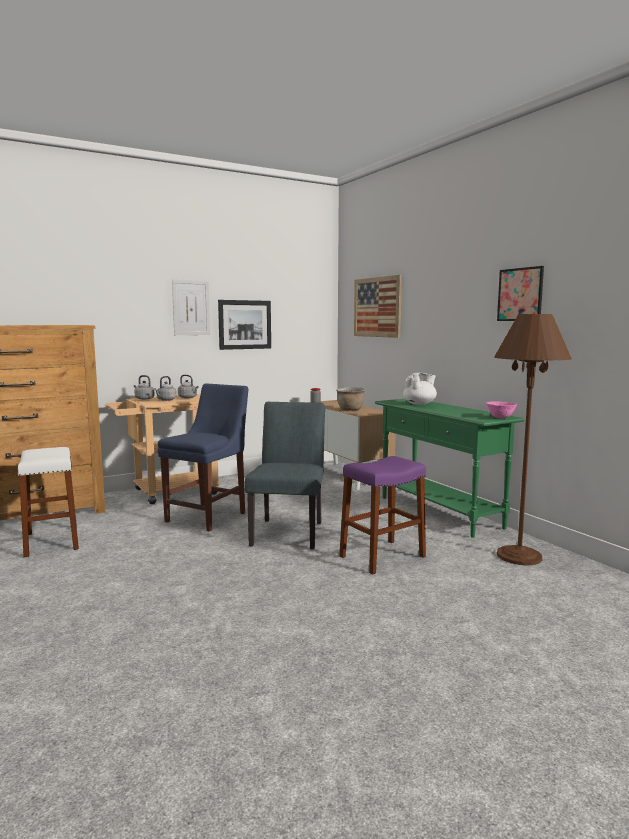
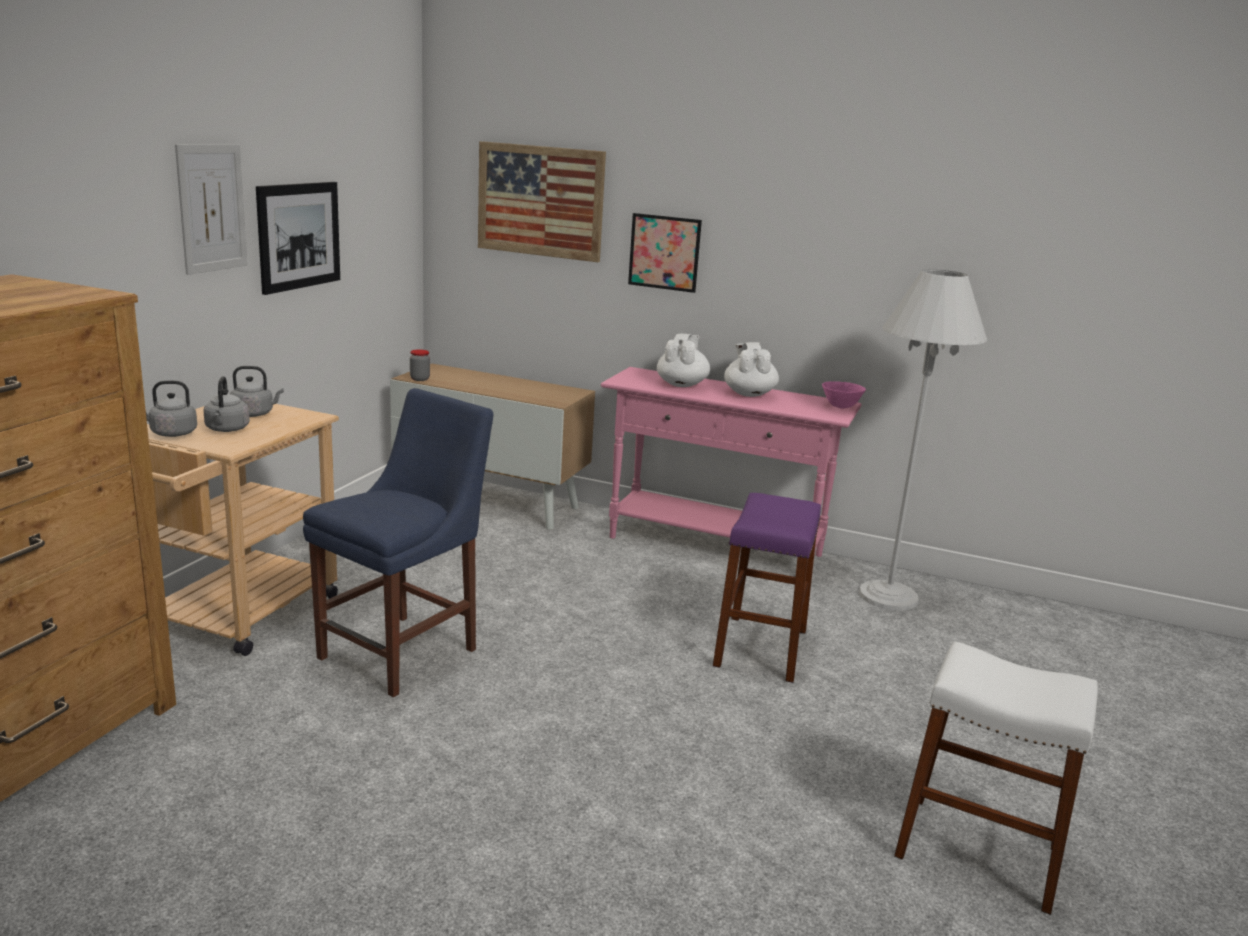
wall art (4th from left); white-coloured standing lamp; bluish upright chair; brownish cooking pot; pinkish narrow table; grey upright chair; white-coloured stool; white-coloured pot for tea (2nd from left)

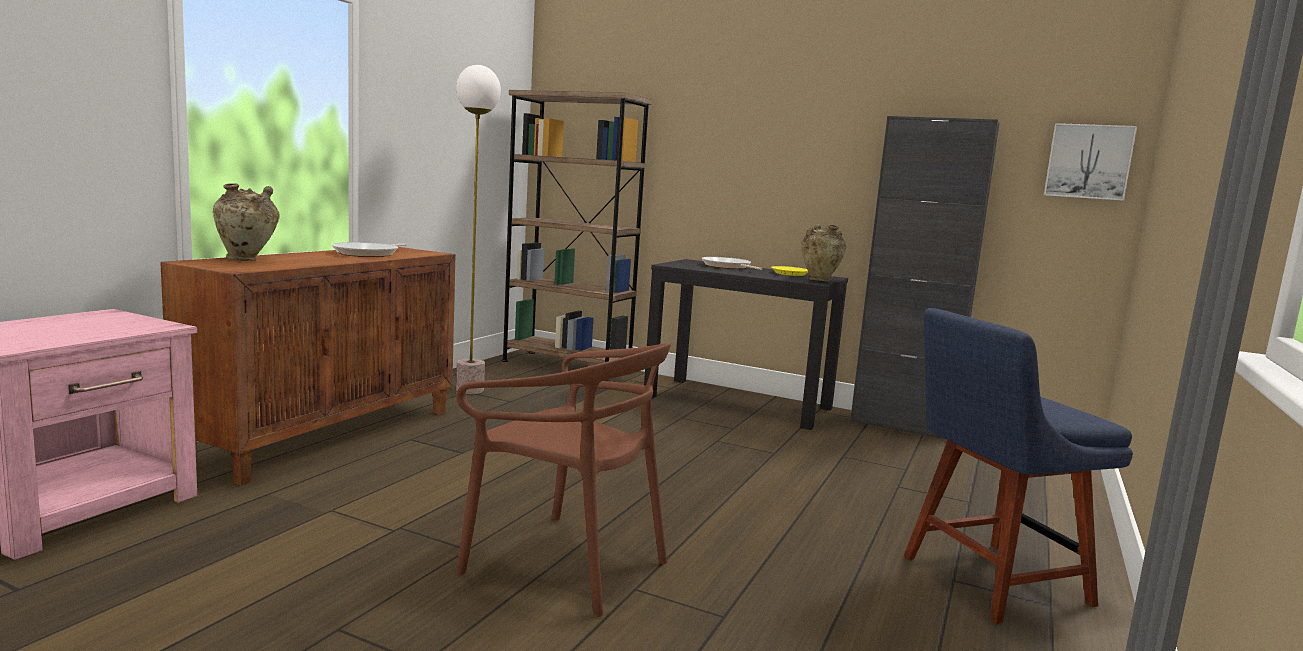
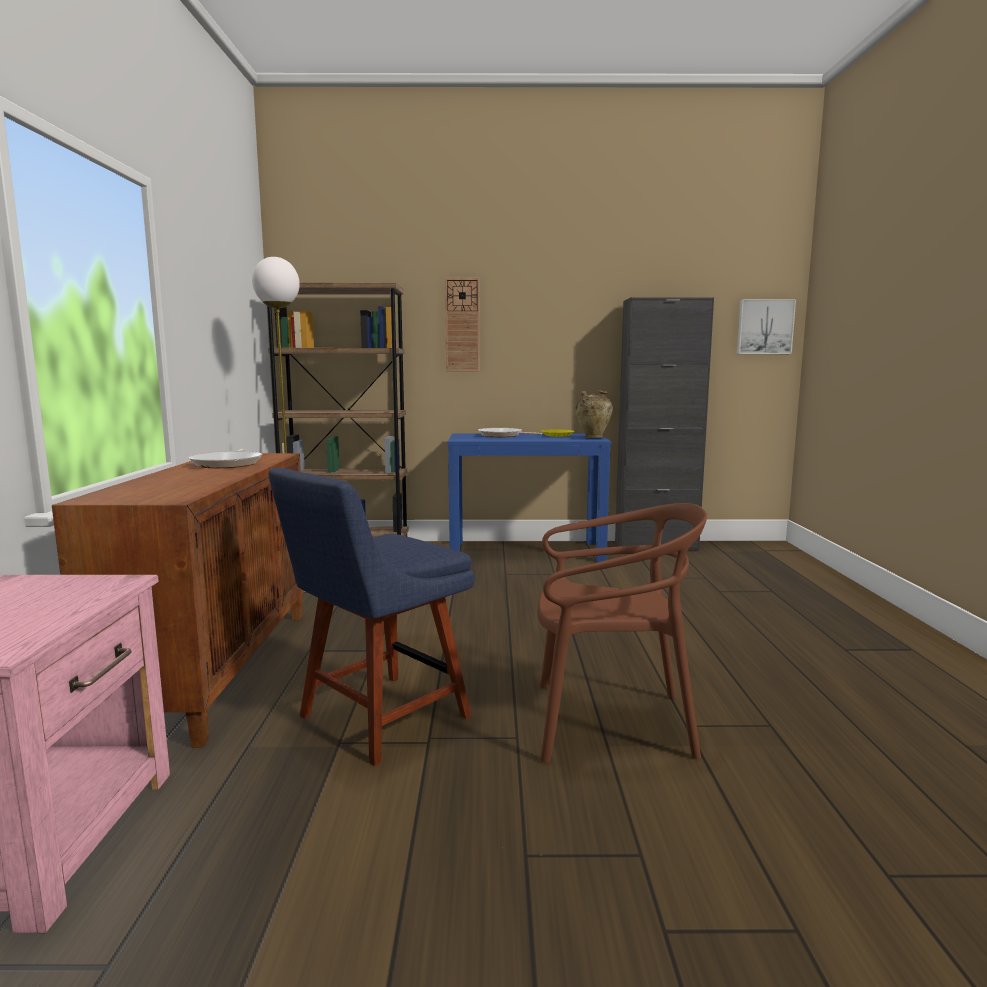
beige-coloured vase (1st from left in the first image); bluish narrow table; bluish upright chair; hanging clock

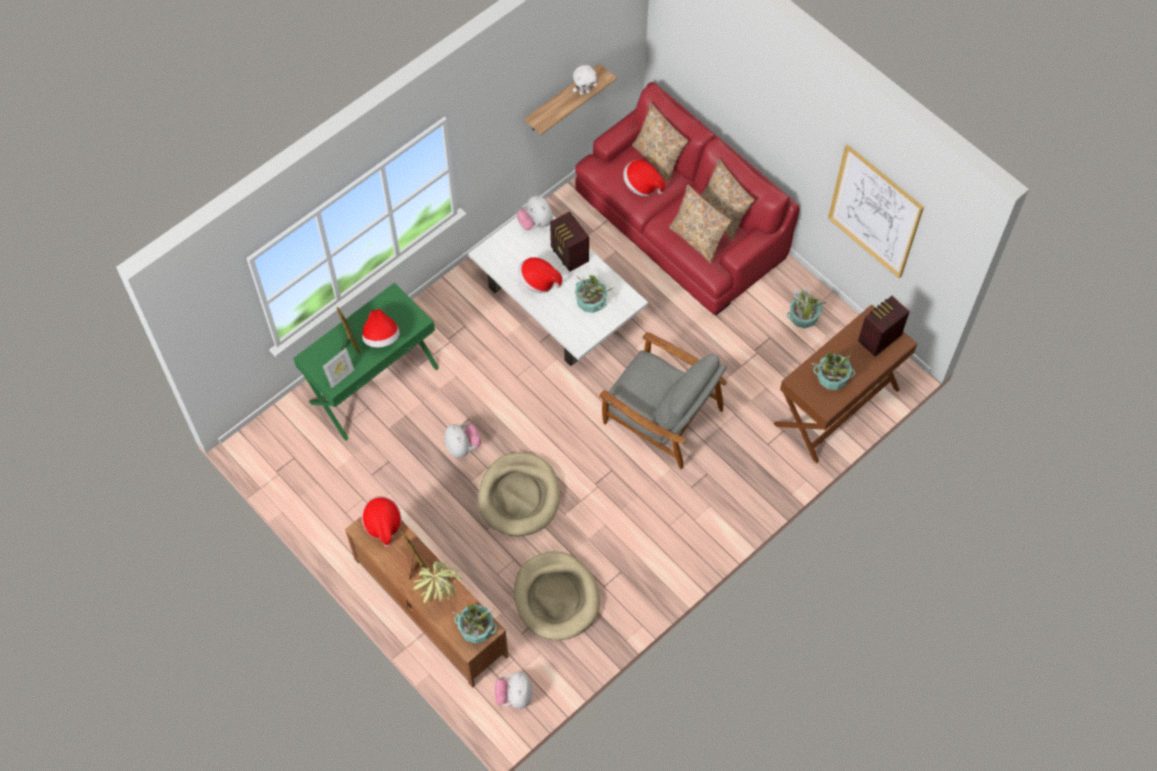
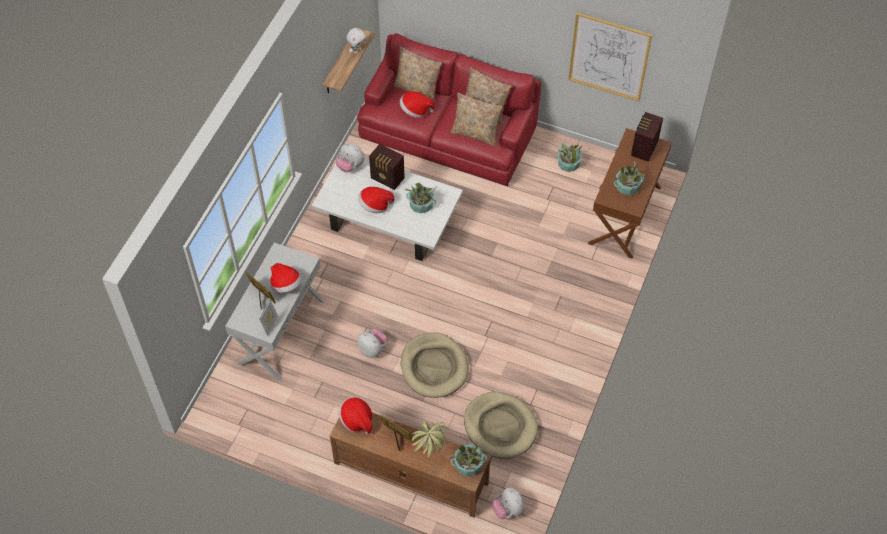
white-coloured narrow table; grey easy chair

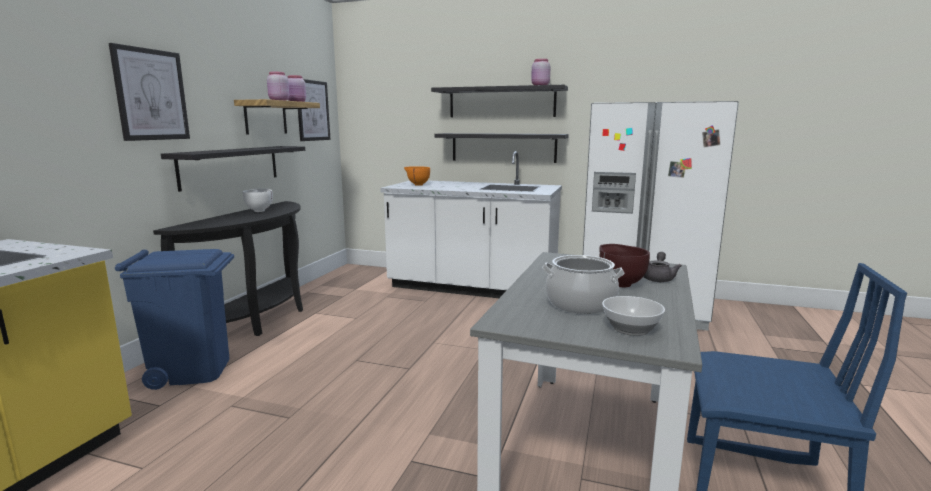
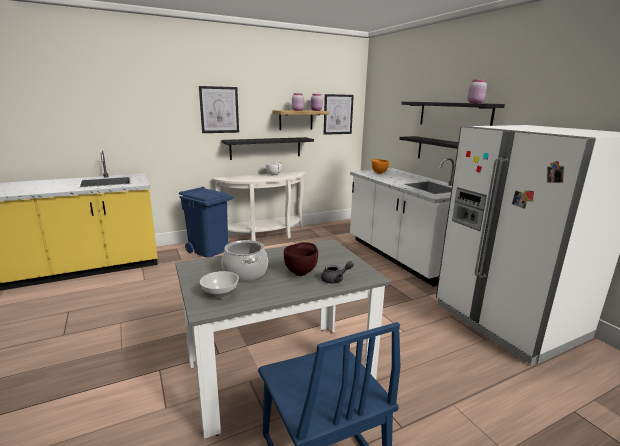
white-coloured narrow table

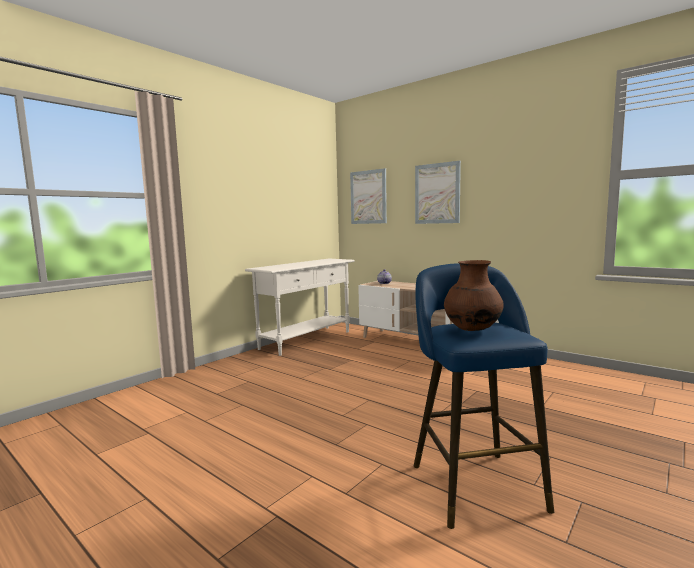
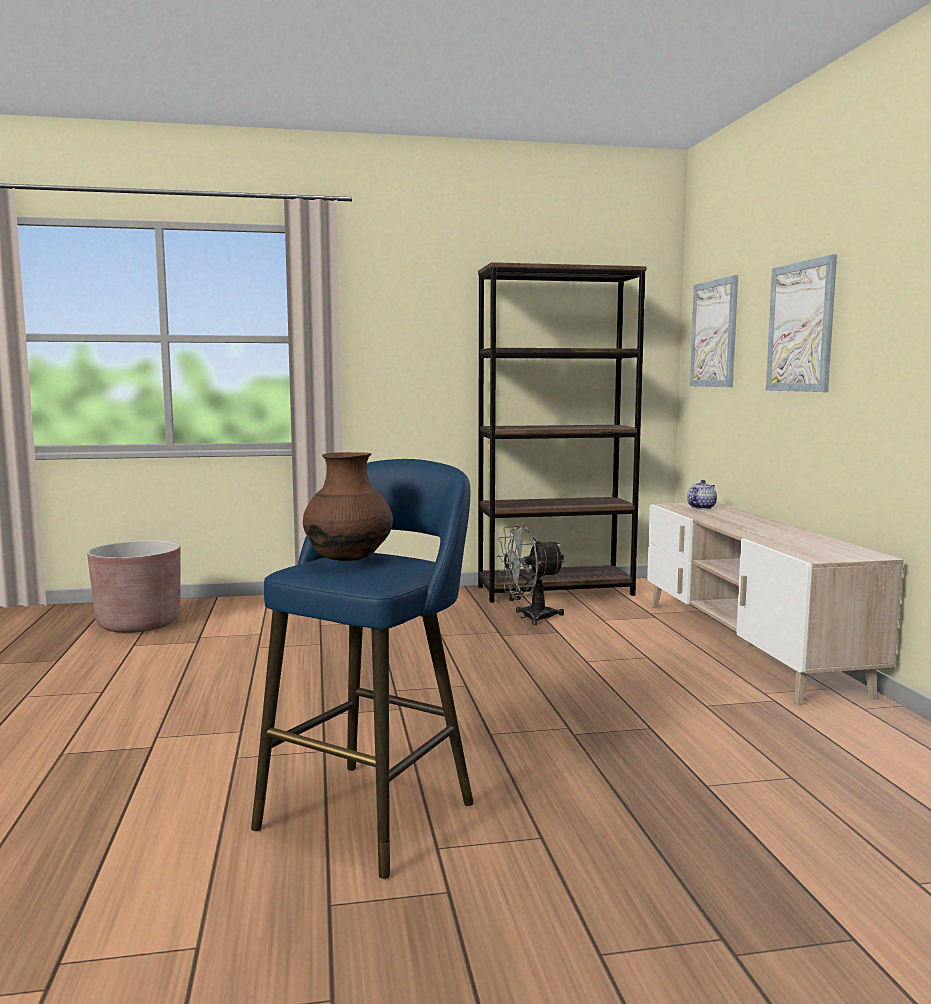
brownish shelving unit; grey cooling fan; brownish plant pot

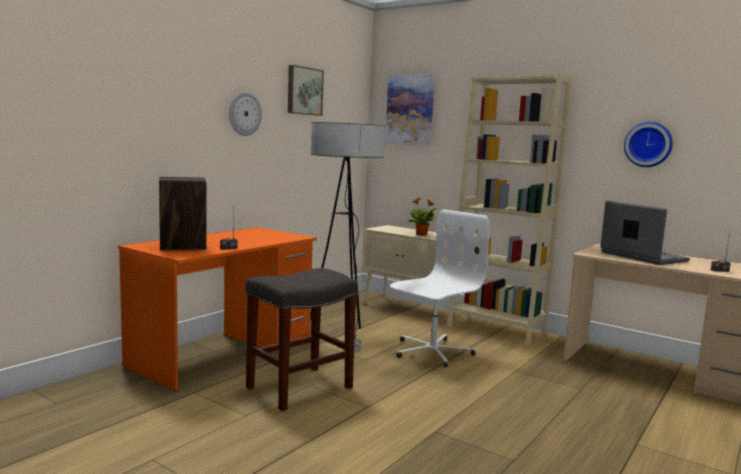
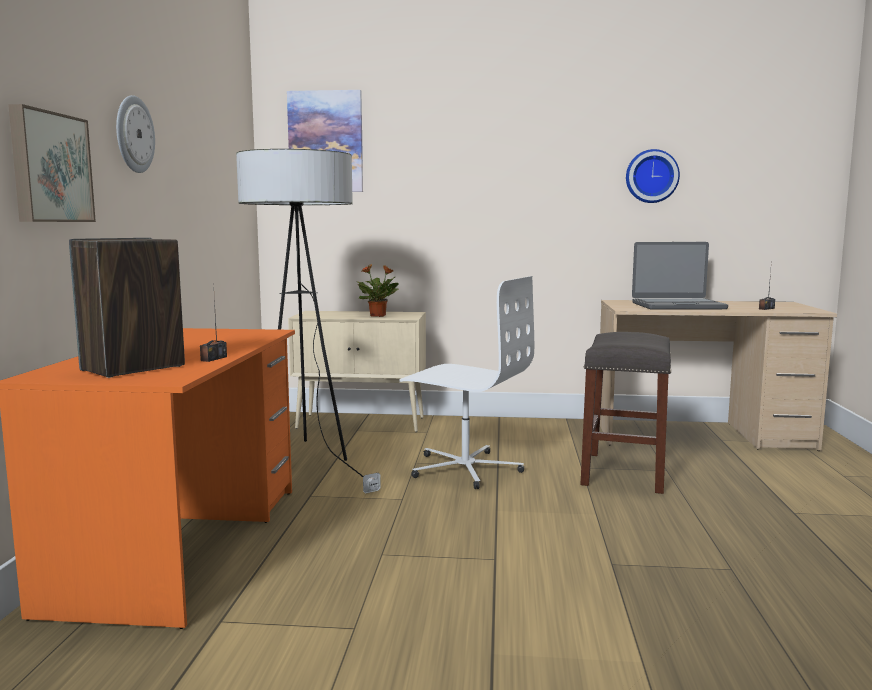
wall art (1st from left); beige-coloured shelving unit; notebook computer; white-coloured desk chair; grey stool

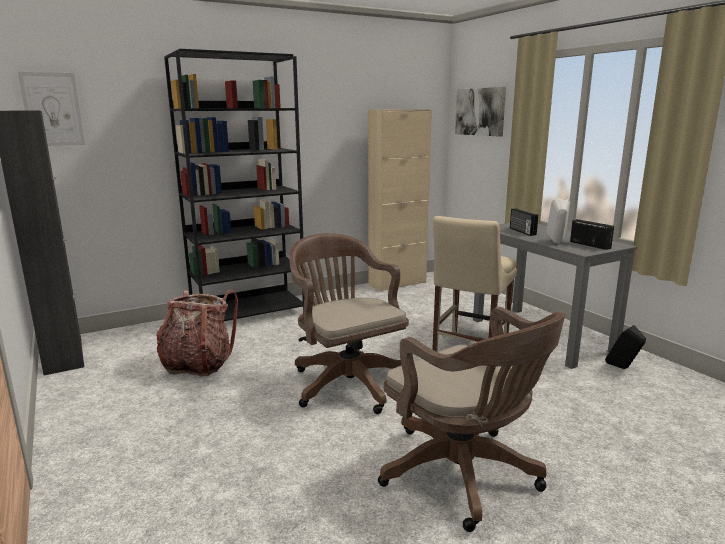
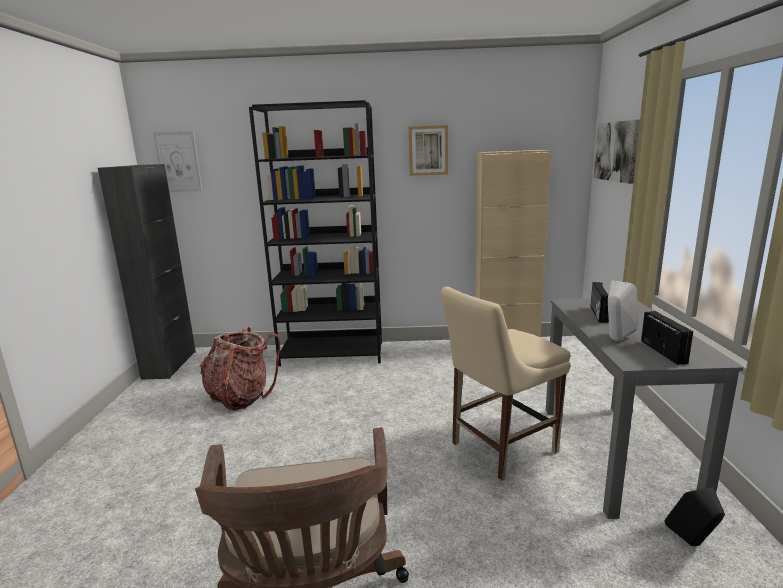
brownish desk chair (1st from left in the first image); wall art (2nd from left)

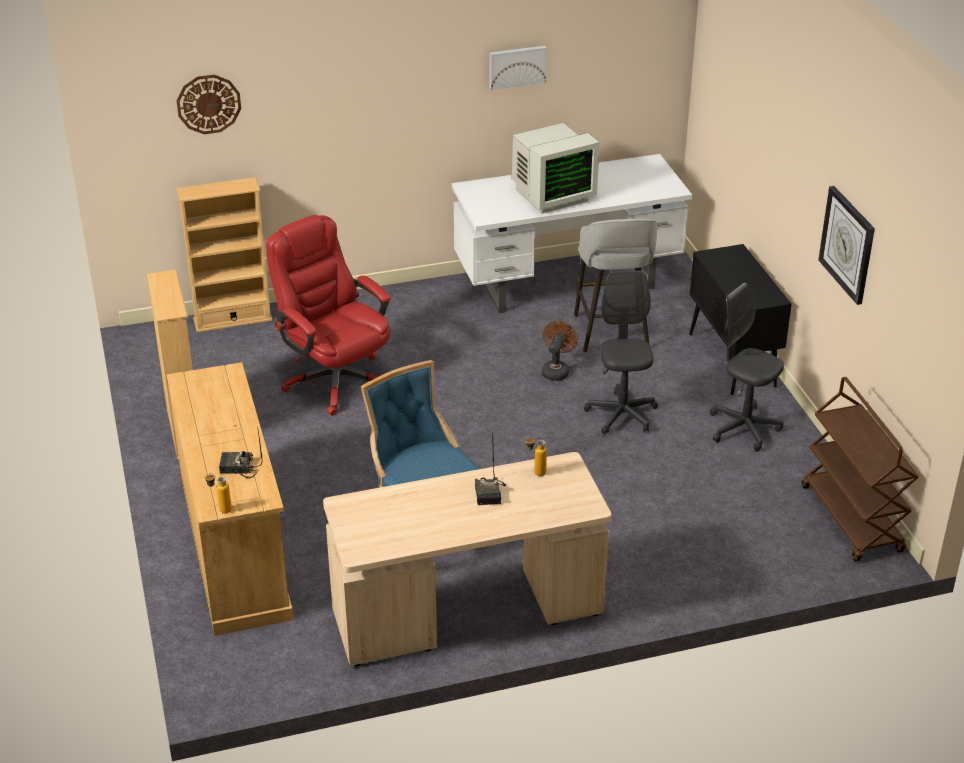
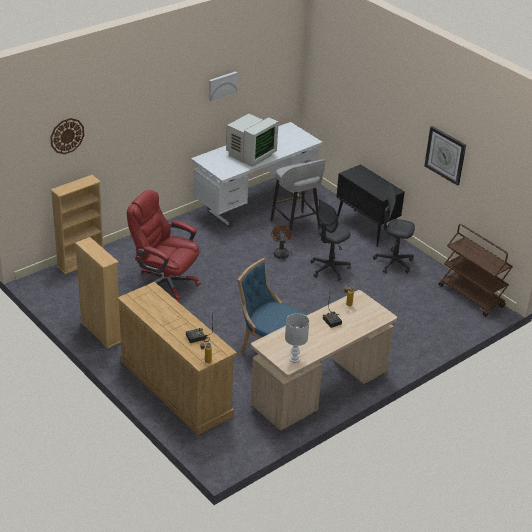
grey desk chair (1st from left); white-coloured lamp for a table

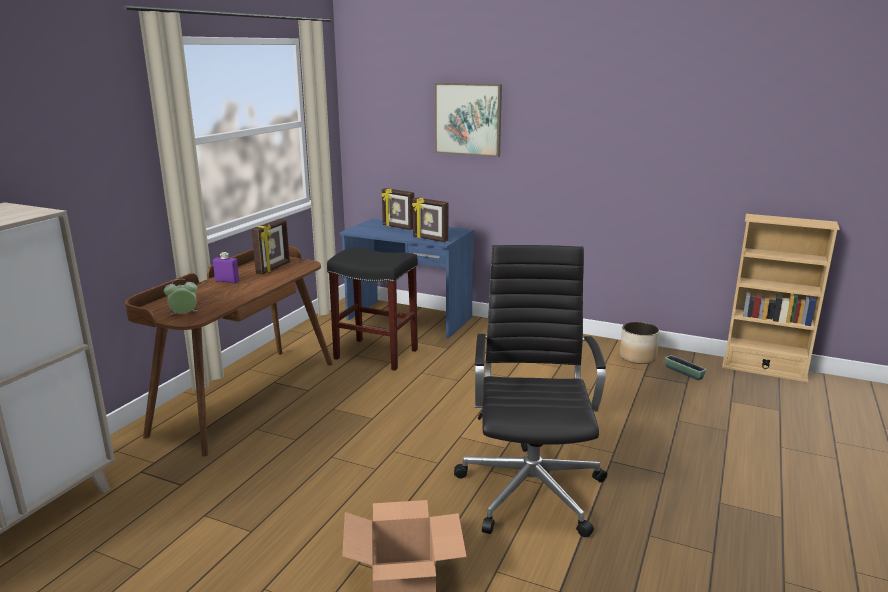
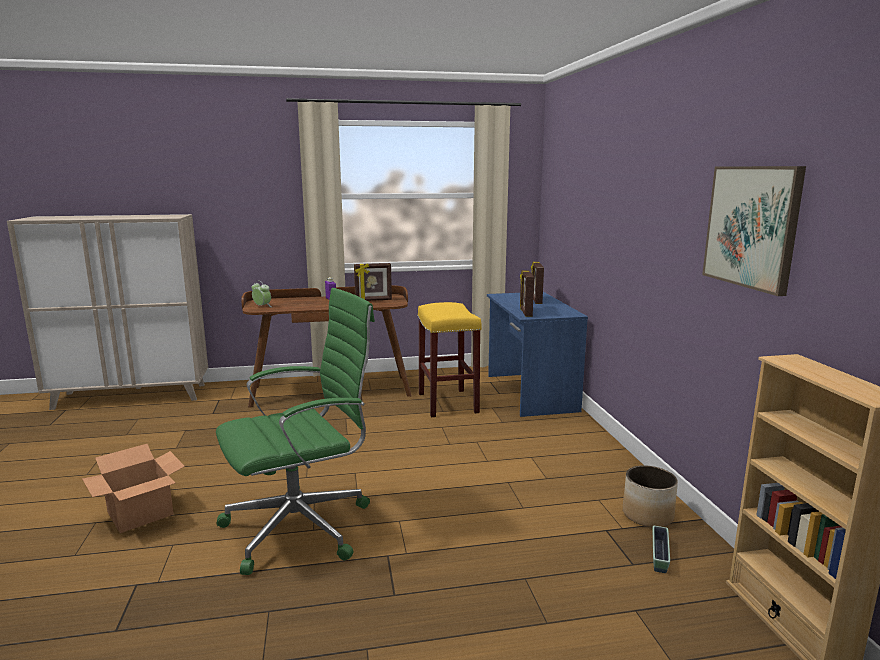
wall art; greenish desk chair; yellow-coloured stool

